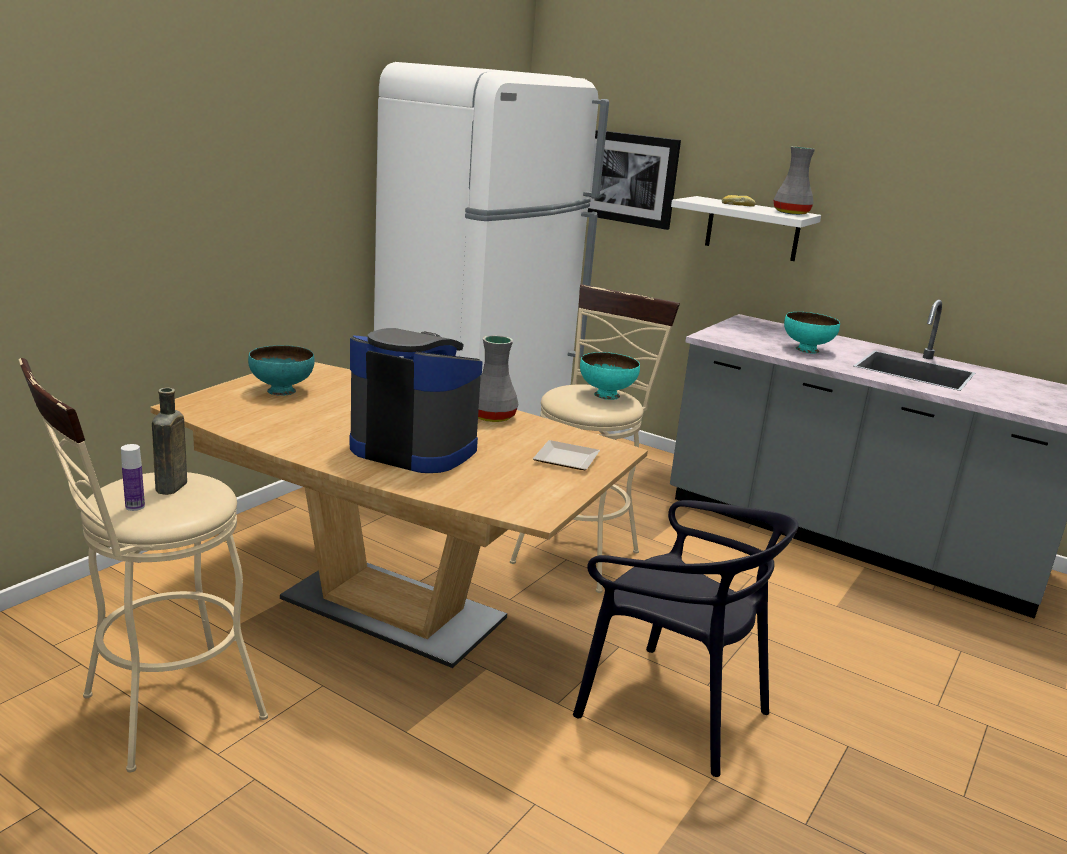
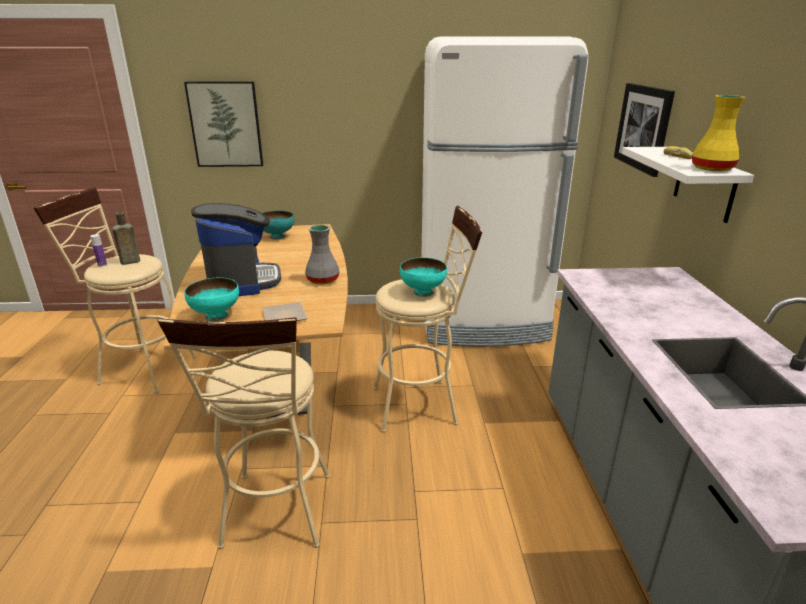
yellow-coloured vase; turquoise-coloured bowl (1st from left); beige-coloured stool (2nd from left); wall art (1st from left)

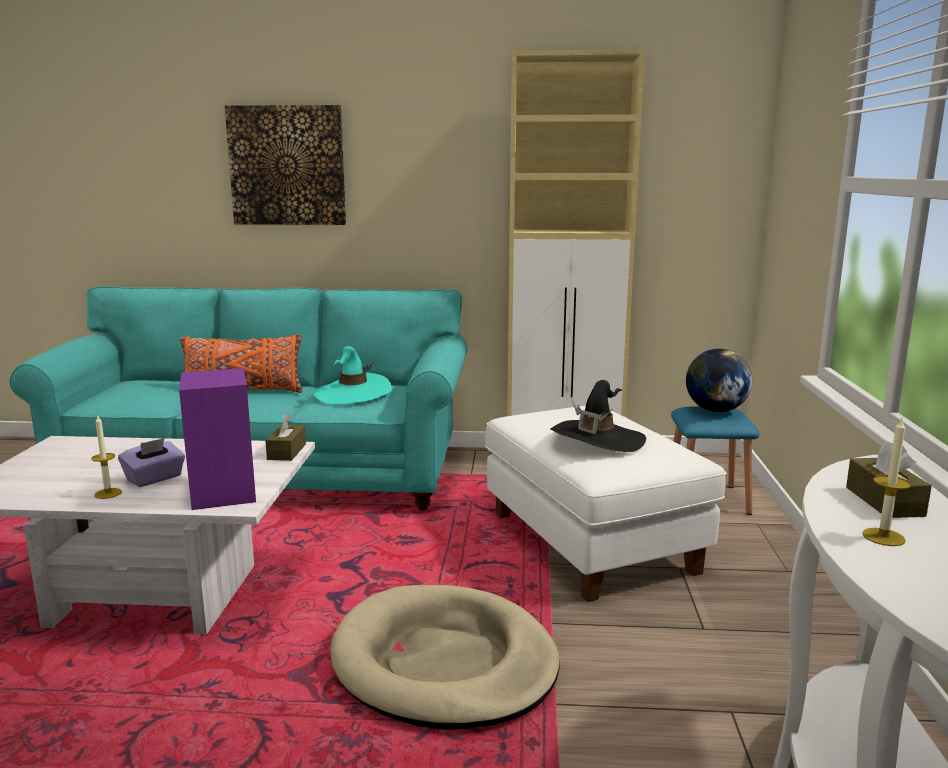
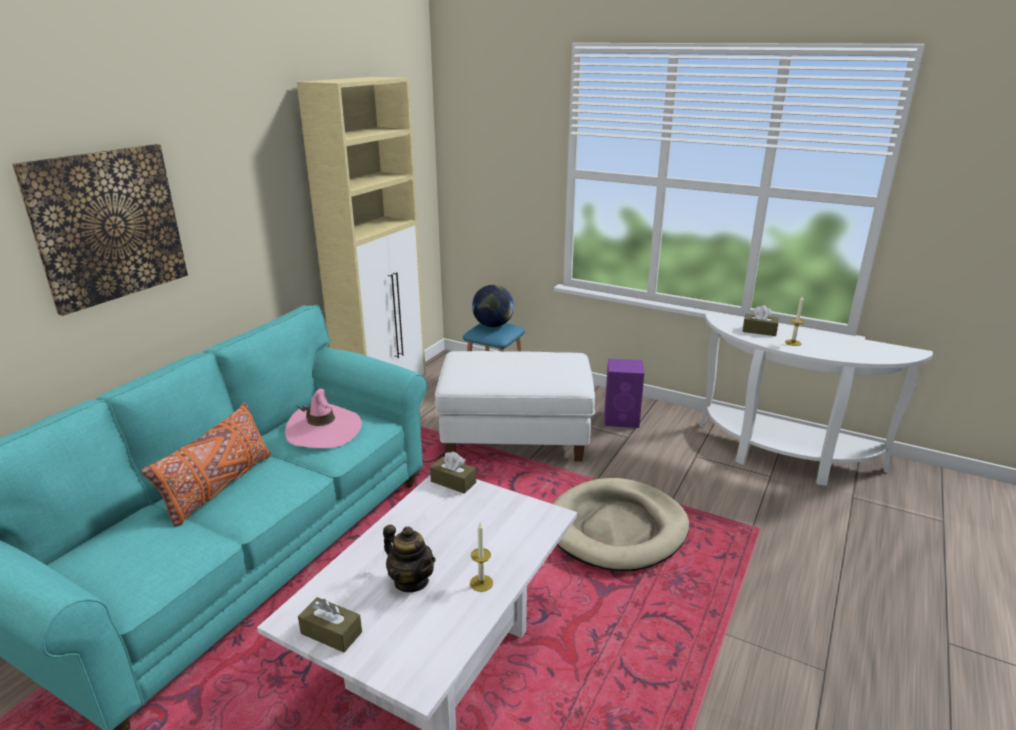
pinkish wearable hat; purple-coloured loudspeaker; blackish wearable hat; purple-coloured tissue box; pot for tea; brownish tissue box (1st from left)

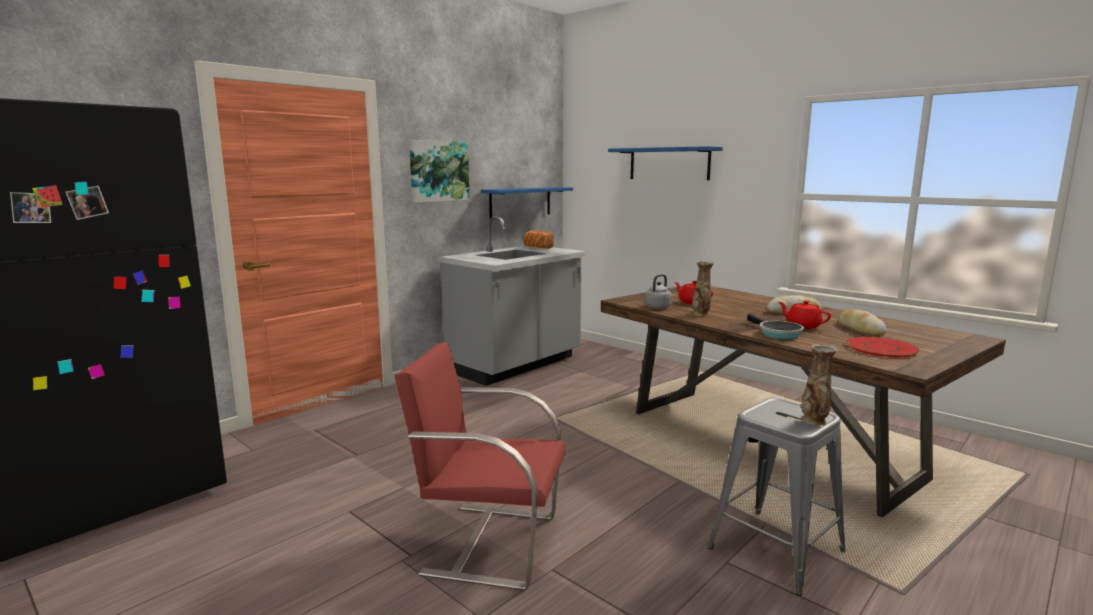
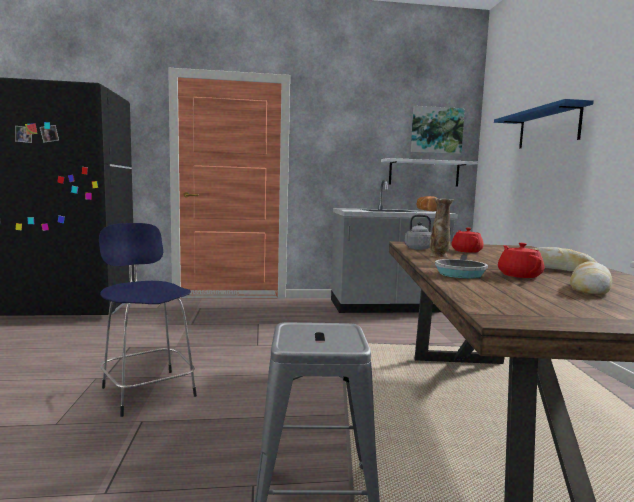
wall art; white-coloured bracket shelf; red-coloured dinner plate; bluish stool; vase (2nd from left in the first image)

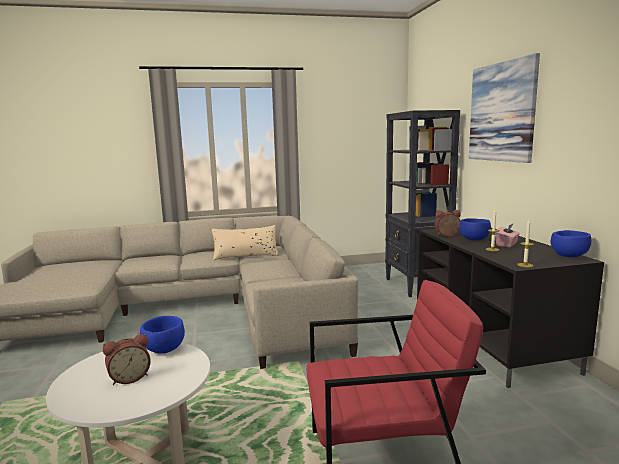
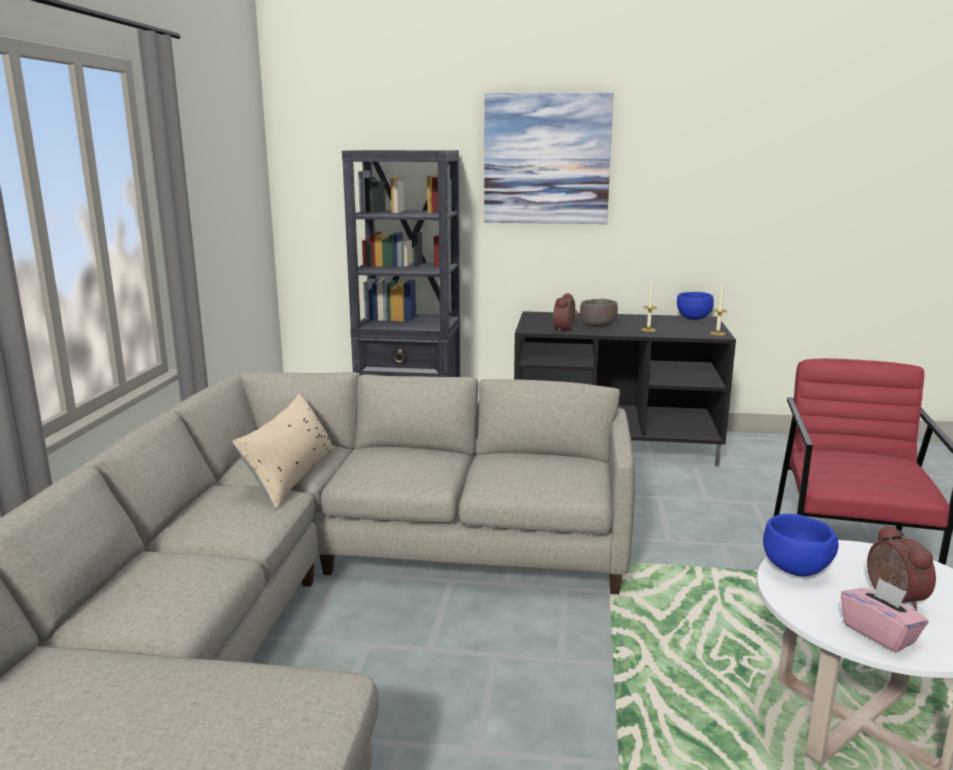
brownish bowl; pinkish tissue box

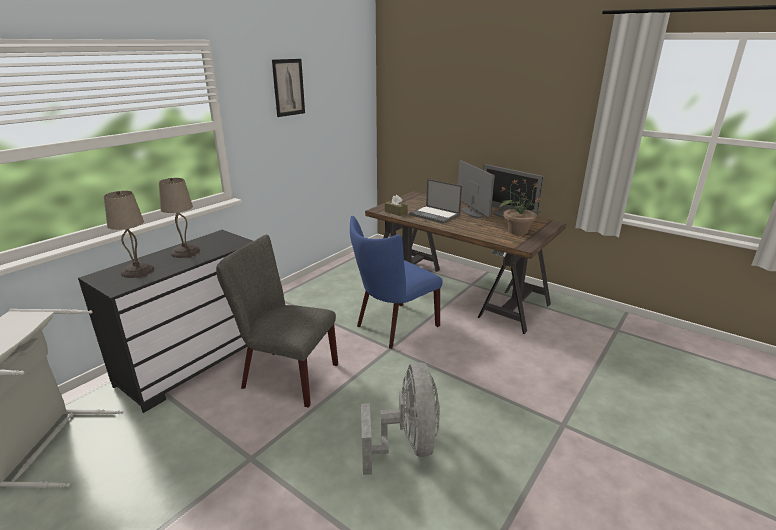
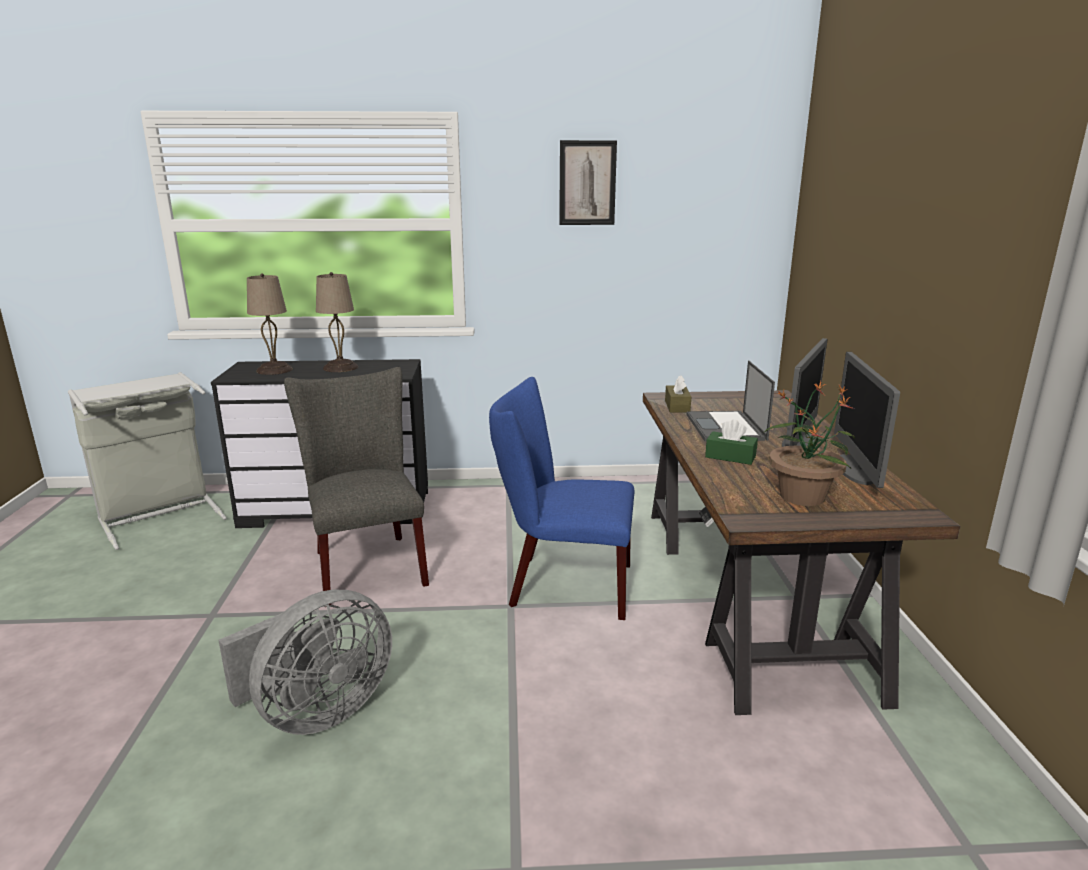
greenish tissue box

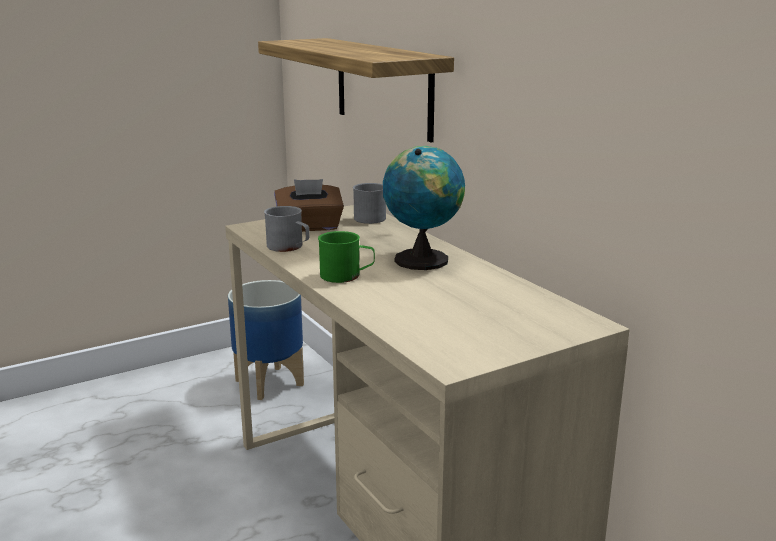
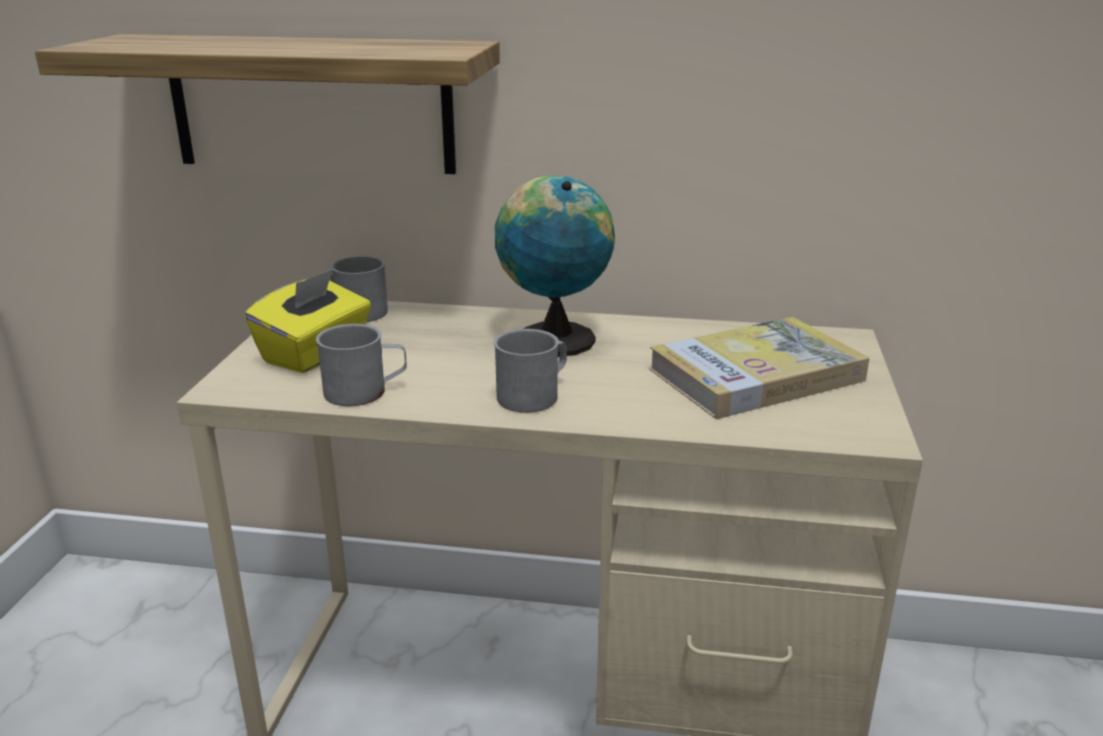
yellow-coloured tissue box; grey coffee mug (3rd from left); plant pot; volume

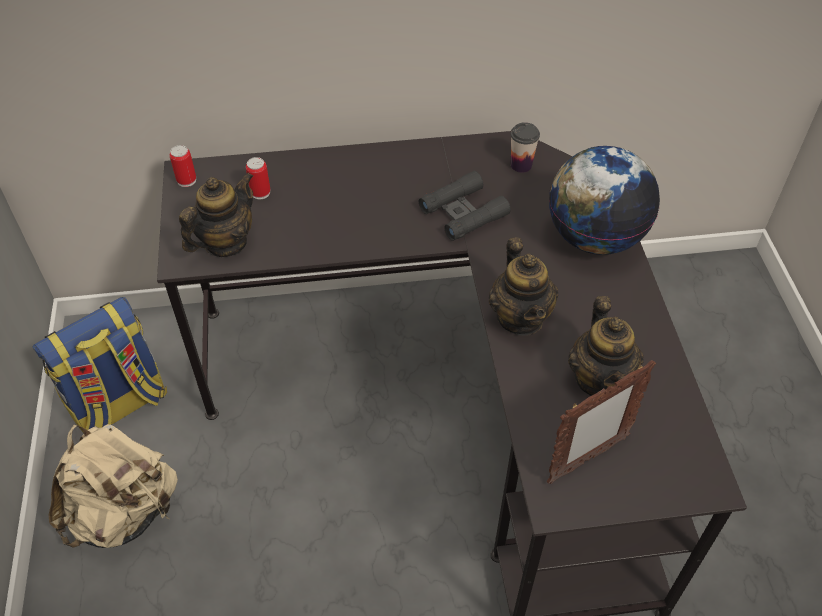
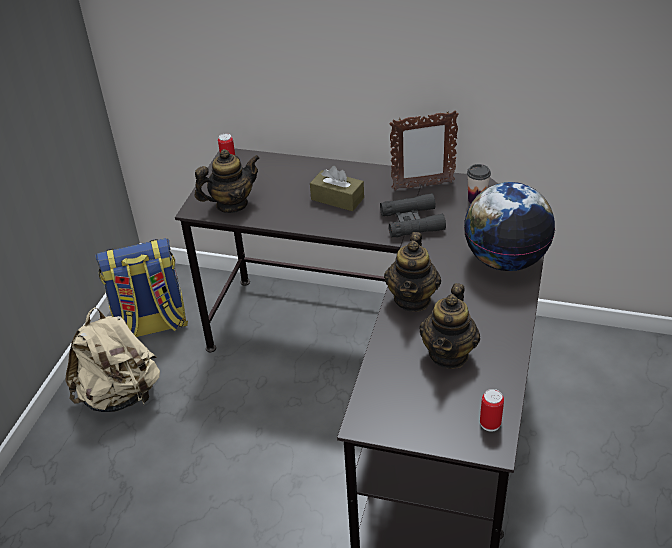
sealed can (2nd from left); picture frame; brownish tissue box

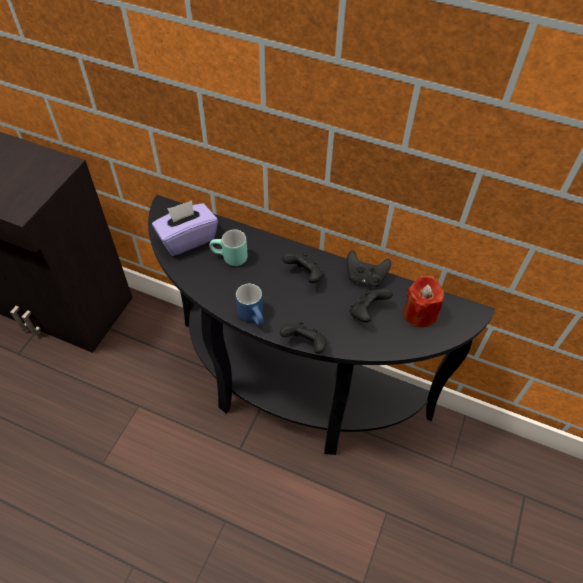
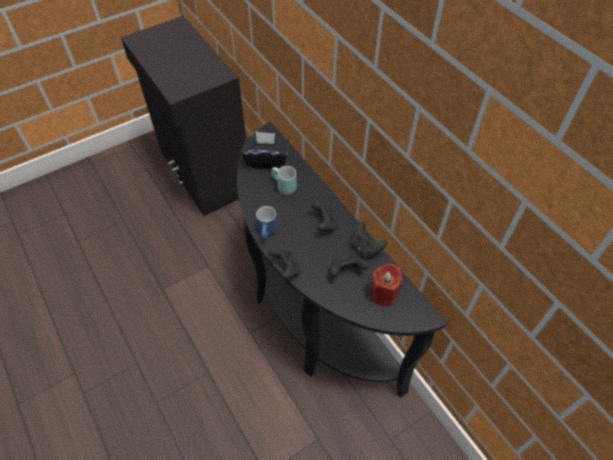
blackish tissue box

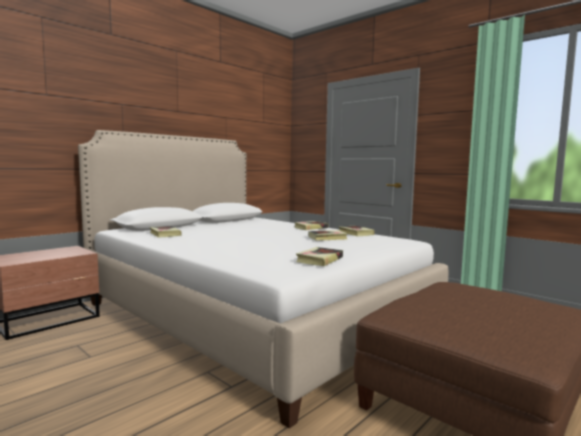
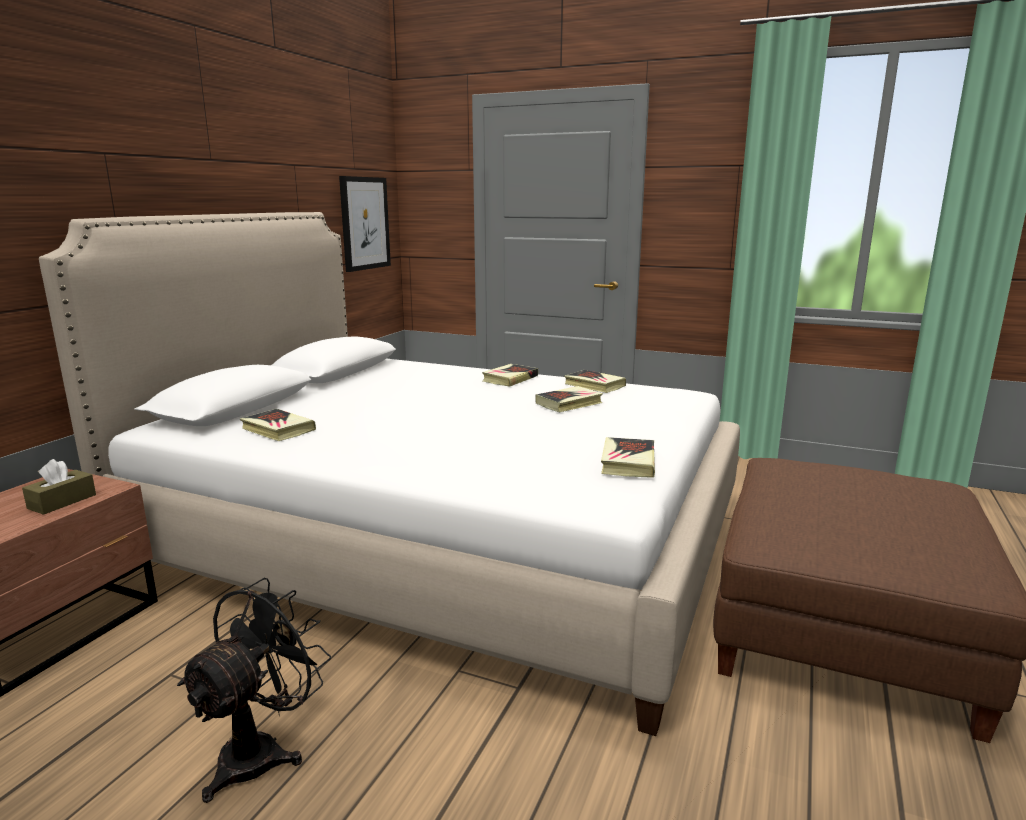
wall art; brownish tissue box; blackish cooling fan

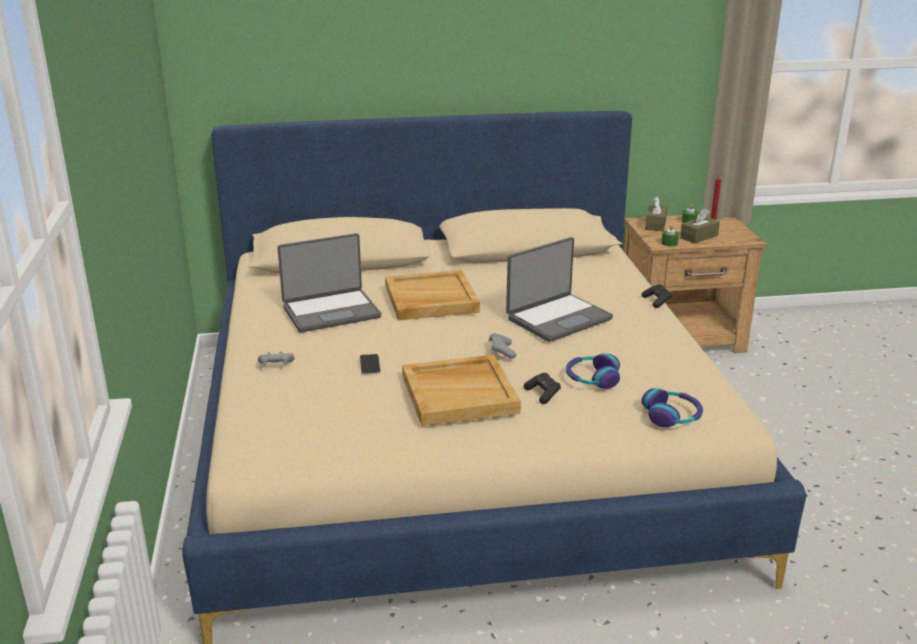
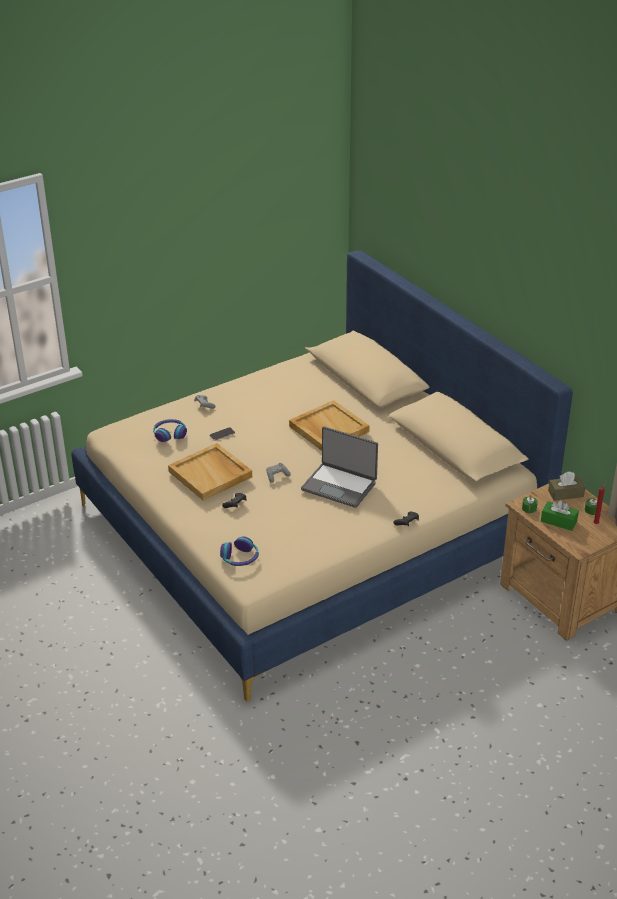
greenish tissue box; notebook computer (1st from left in the first image); pair of headphones (1st from left)

